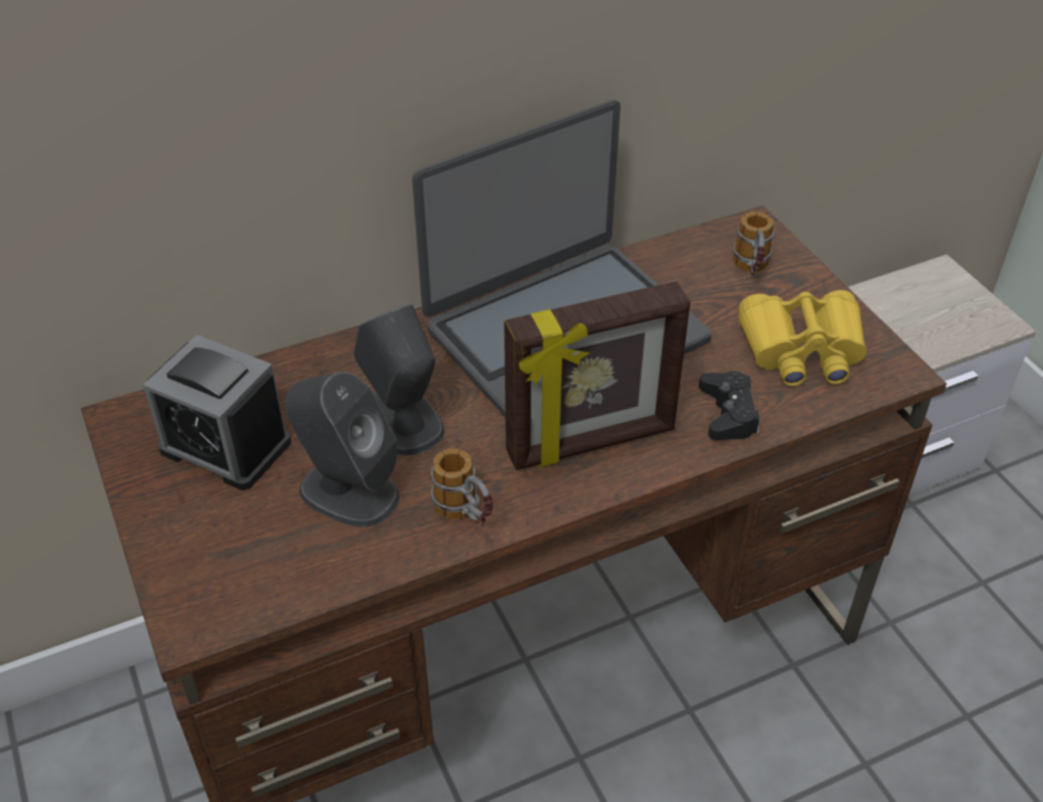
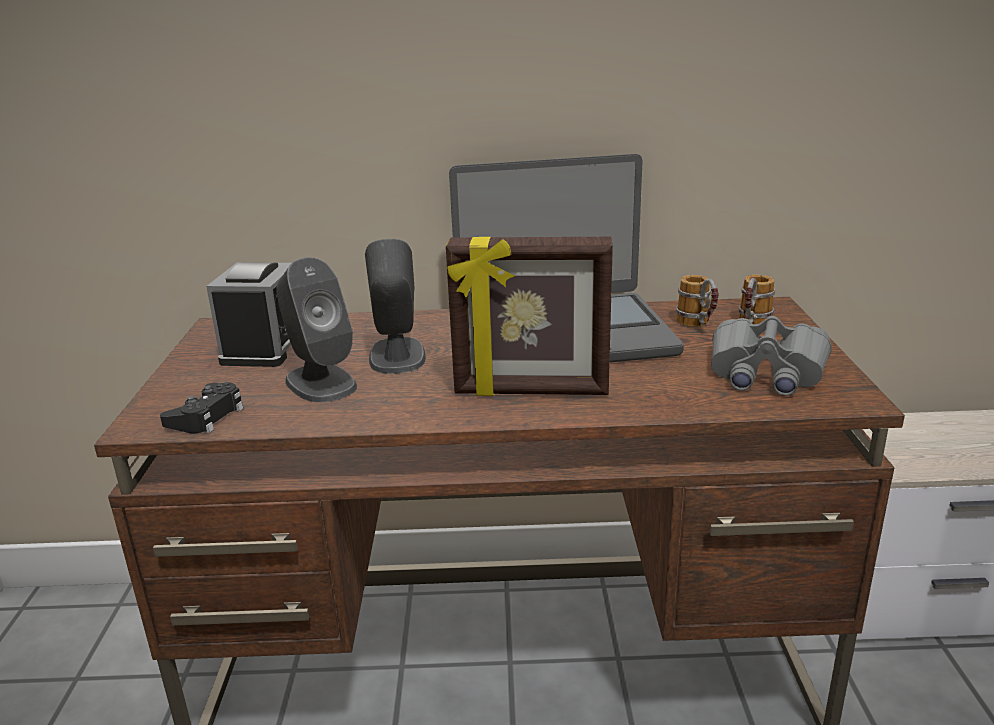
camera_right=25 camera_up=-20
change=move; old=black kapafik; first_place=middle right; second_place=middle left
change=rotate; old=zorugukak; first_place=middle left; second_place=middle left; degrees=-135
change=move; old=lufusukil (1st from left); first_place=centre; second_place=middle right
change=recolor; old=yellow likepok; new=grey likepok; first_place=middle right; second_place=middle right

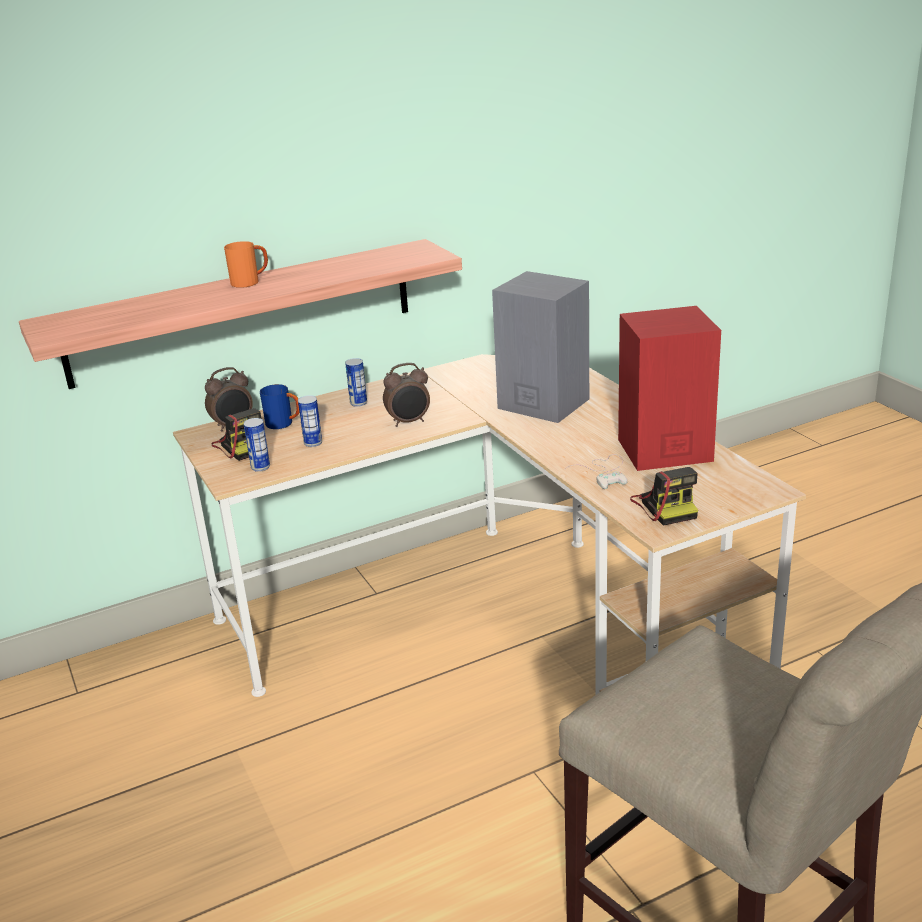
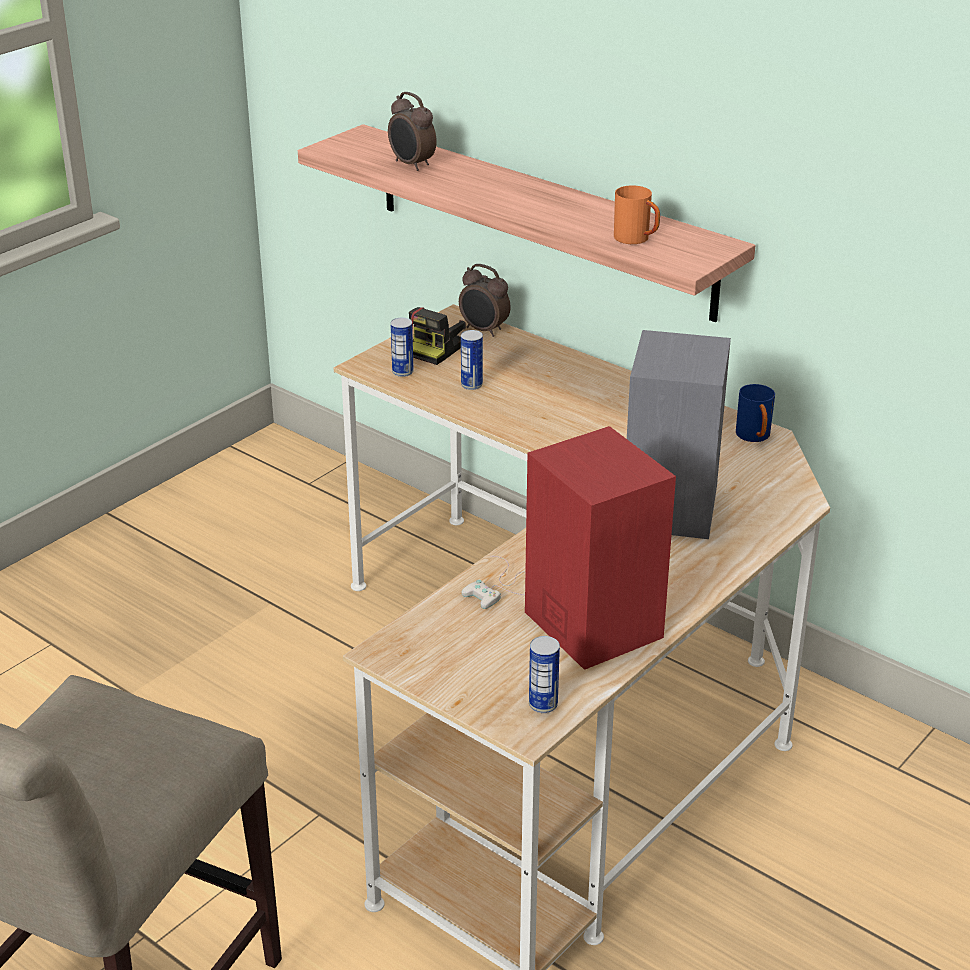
camera_right=65 camera_up=5
change=move; old=zorugukak (2nd from left in the first image); new=zorugukak (1st from left); first_place=centre; second_place=top centre
change=move; old=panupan (3rd from left); first_place=centre; second_place=bottom centre
change=move; old=orange lufusukil; first_place=top left; second_place=top centre
change=move; old=blue lufusukil; first_place=middle left; second_place=middle right
change=delete; old=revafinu (2nd from left); first_place=middle right

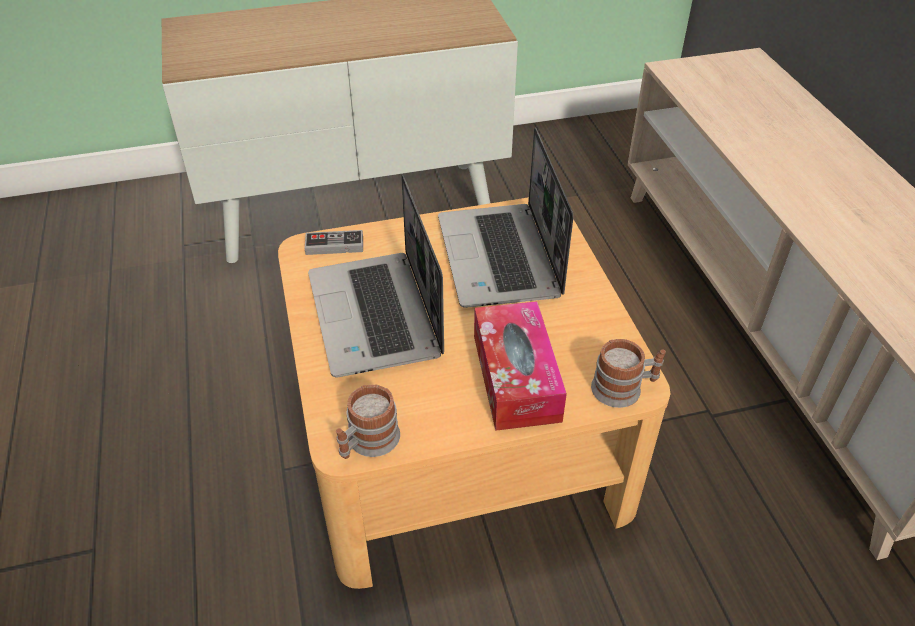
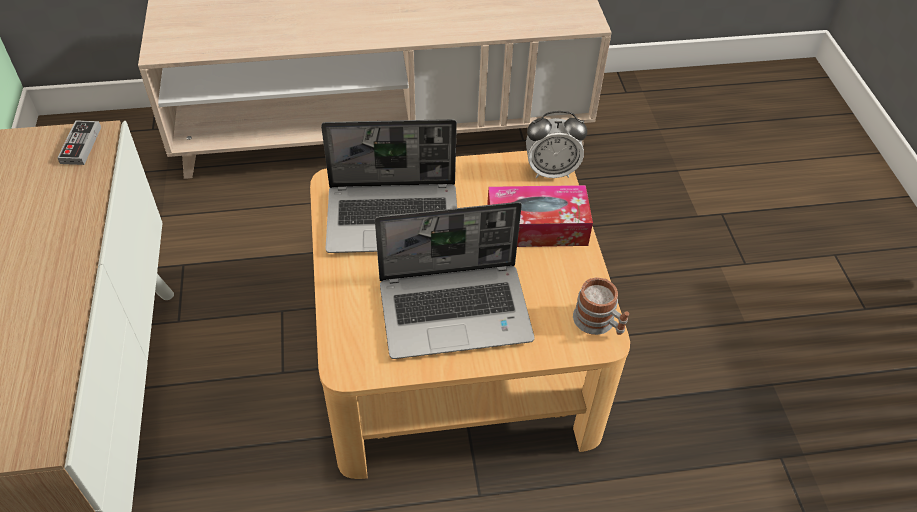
camera_right=-85 camera_up=5
change=move; old=kapafik; first_place=centre; second_place=top left
change=replace; old=lufusukil (2nd from left); new=zorugukak; first_place=middle right; second_place=top centre

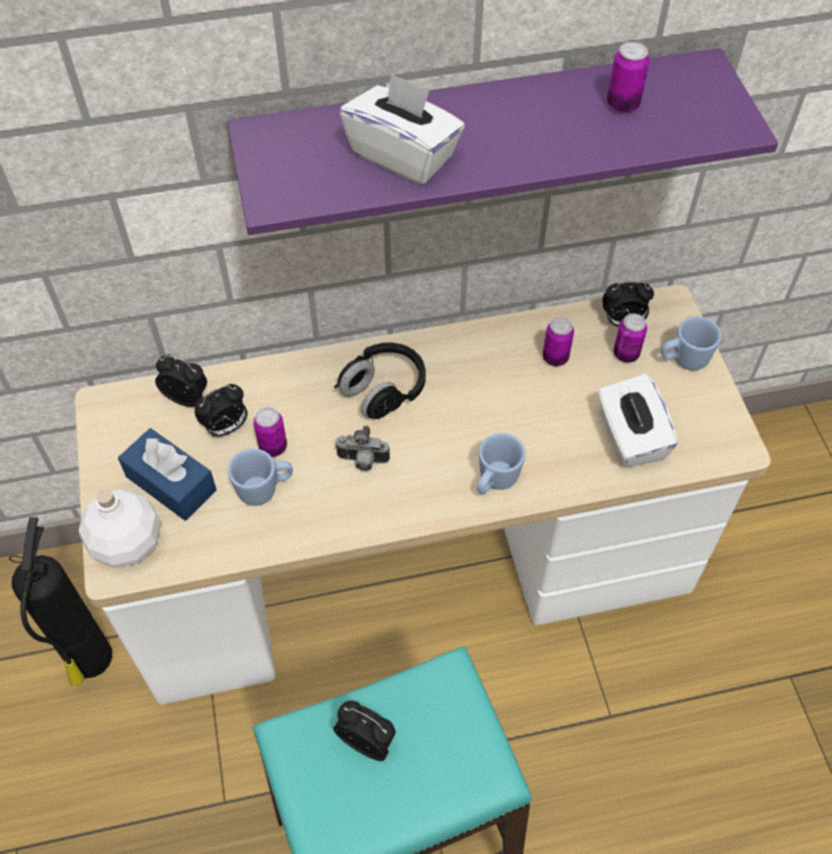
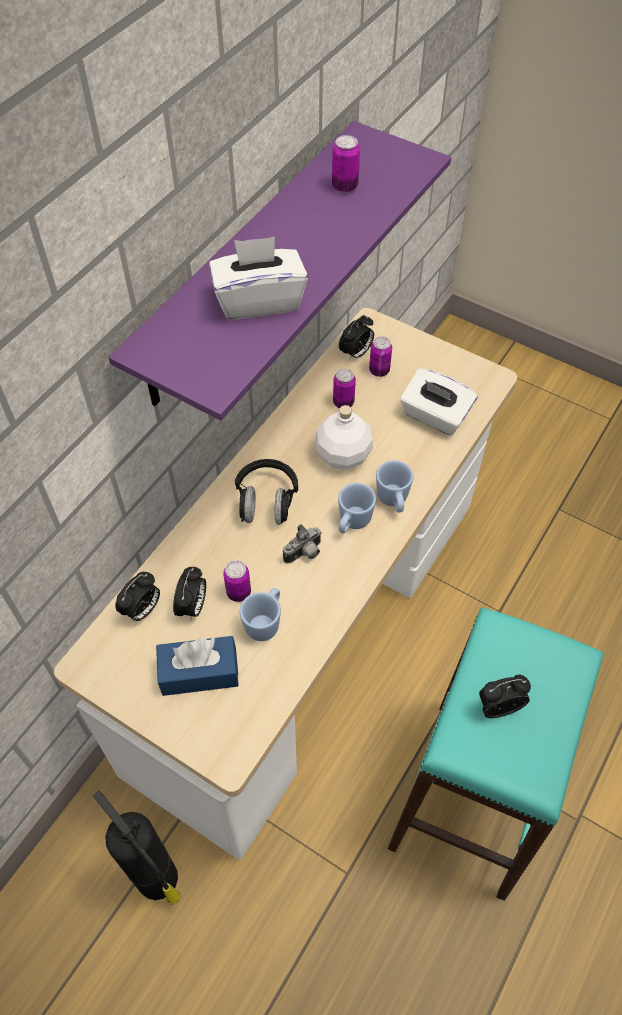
camera_right=-45 camera_up=0
change=rotate; old=zorugukak (1st from left); first_place=middle left; second_place=middle left; degrees=150
change=move; old=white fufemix; first_place=middle left; second_place=centre
change=move; old=blue lufusukil (3rd from left in the first image); new=blue lufusukil (2nd from left); first_place=middle right; second_place=centre

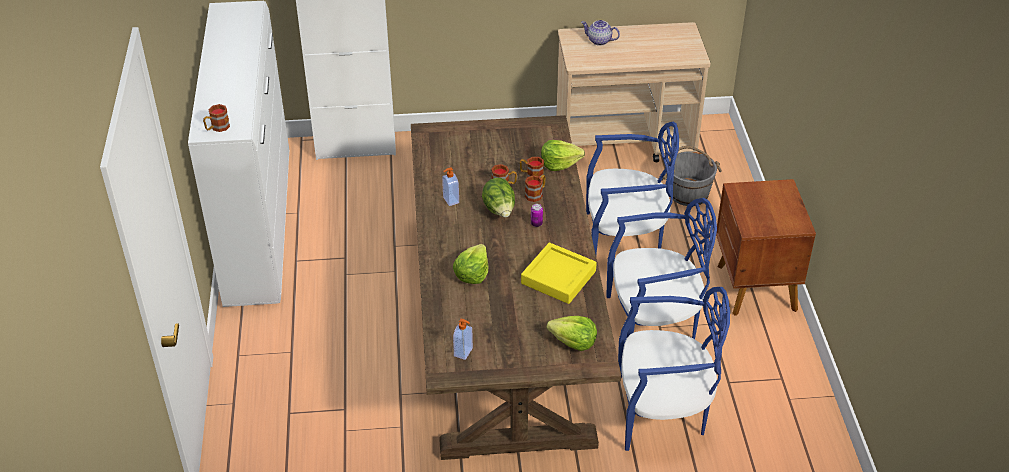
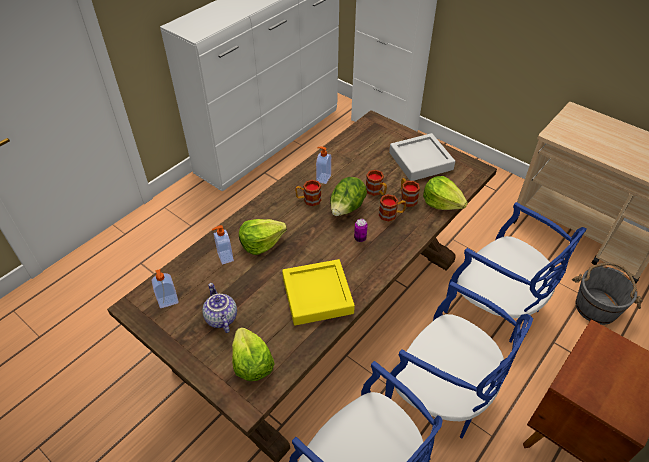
camera_right=45 camera_up=5
change=move; old=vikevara; first_place=top centre; second_place=bottom centre
change=insert; new=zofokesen (2nd from left); second_place=centre
change=move; old=lufusukil (1st from left); first_place=top left; second_place=centre
change=insert; new=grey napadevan; second_place=centre

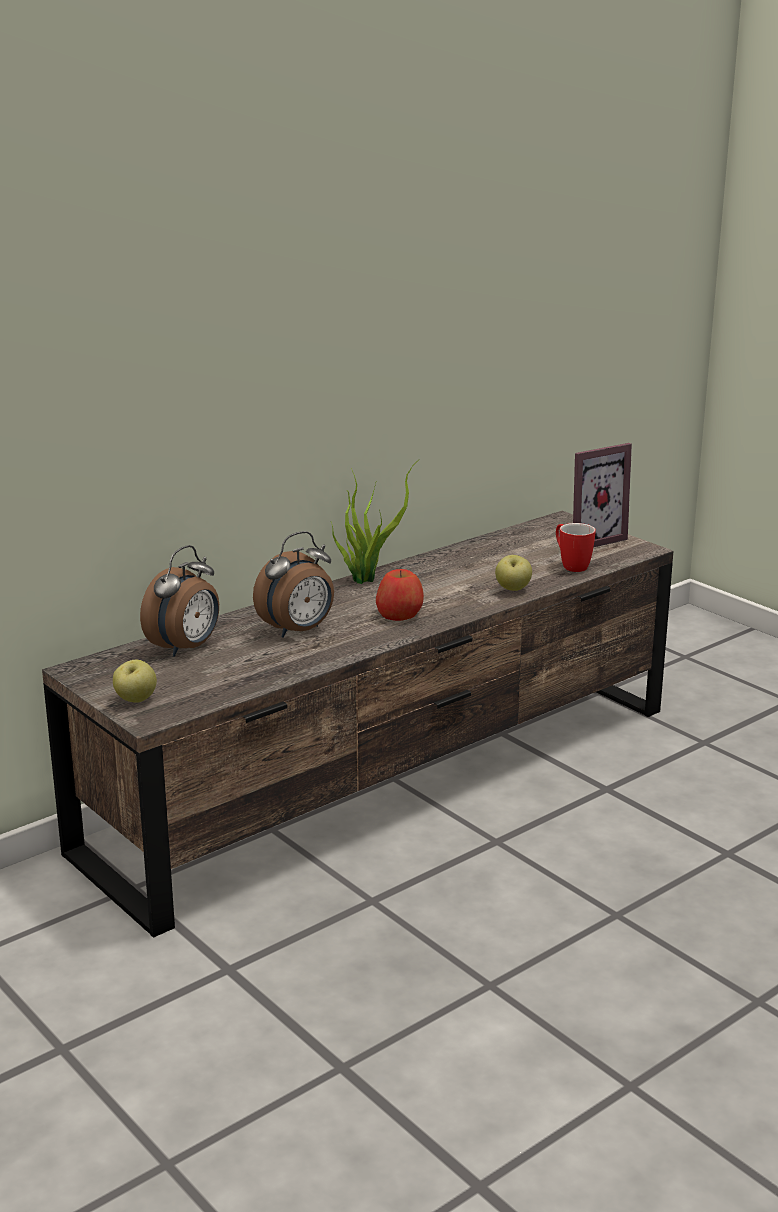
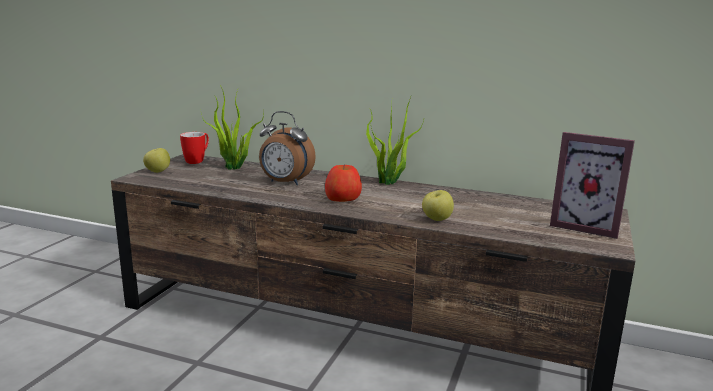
camera_right=60 camera_up=-5
change=move; old=lufusukil; first_place=middle right; second_place=middle left
change=replace; old=zorugukak (1st from left); new=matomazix (1st from left); first_place=middle left; second_place=top left

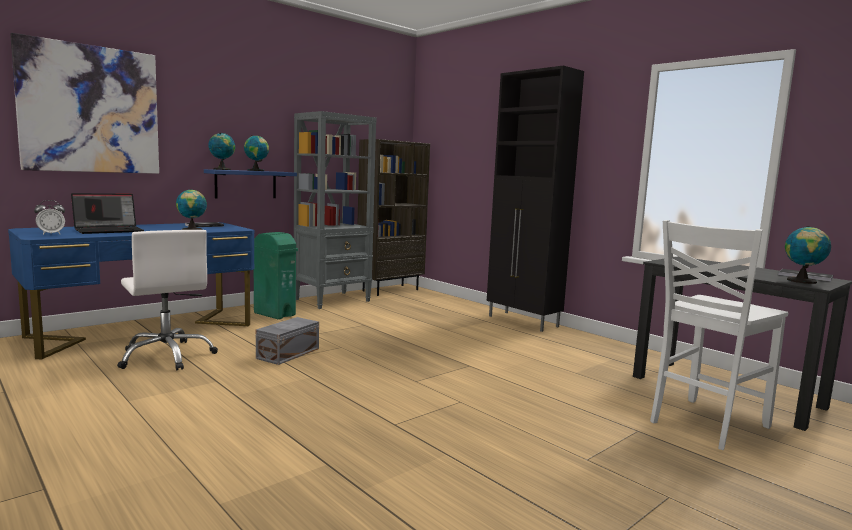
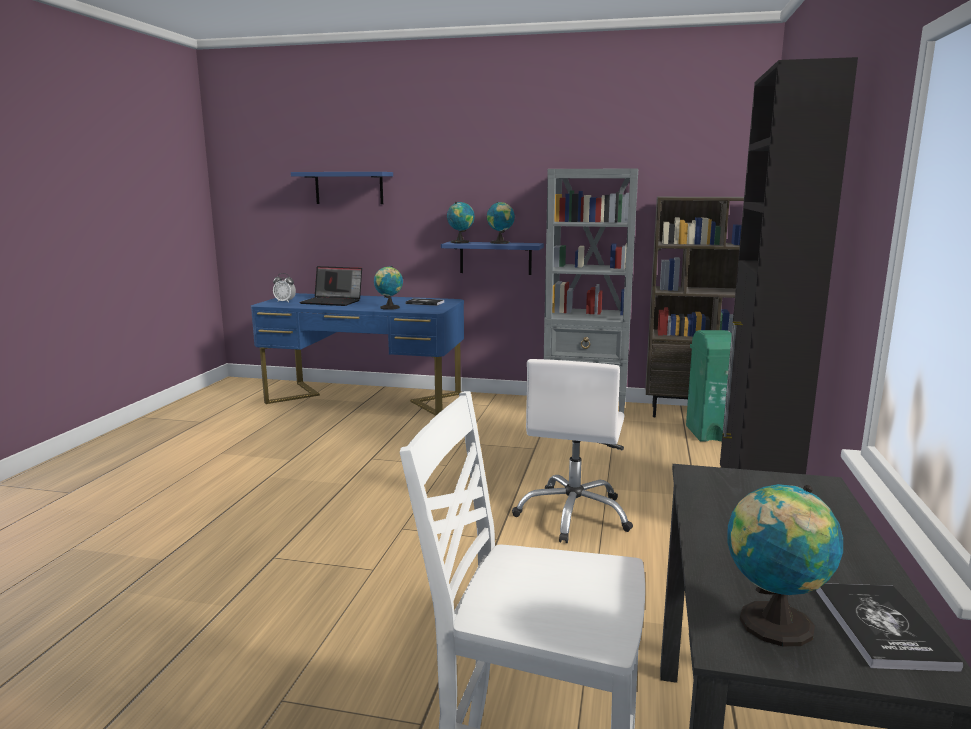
camera_right=55 camera_up=5
change=replace; old=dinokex; new=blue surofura (1st from left); first_place=top left; second_place=top centre
change=move; old=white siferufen; first_place=middle left; second_place=centre
change=move; old=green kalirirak; first_place=middle left; second_place=middle right
change=delete; old=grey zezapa; first_place=centre

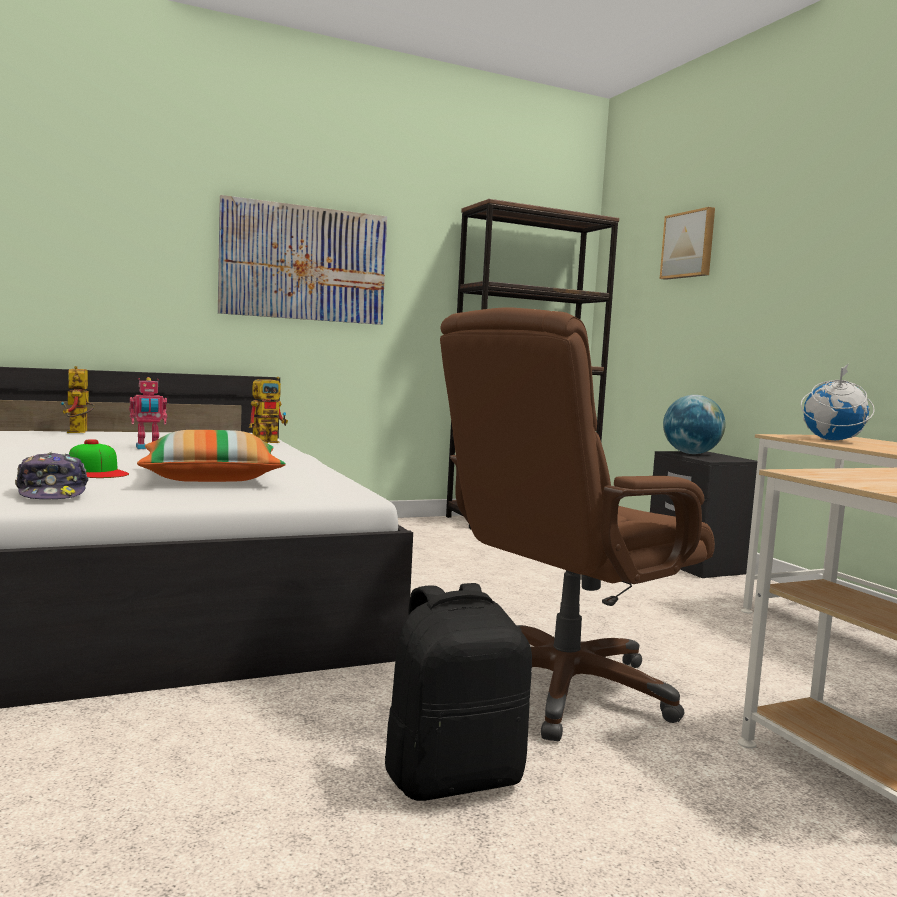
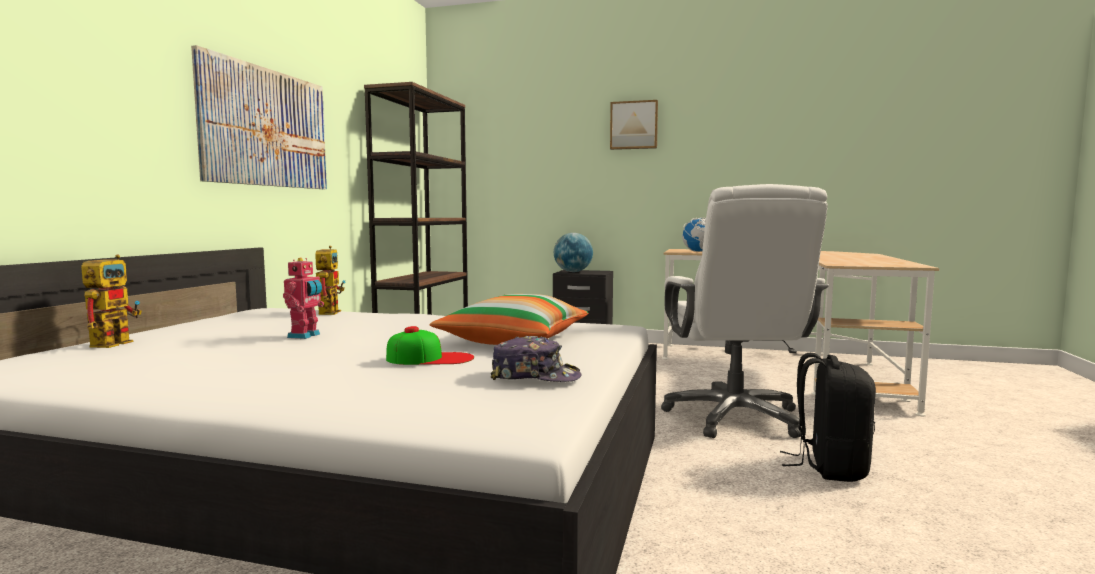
camera_right=-50 camera_up=0
change=rotate; old=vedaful (1st from left); first_place=middle left; second_place=middle left; degrees=-105
change=move; old=dinokex (2nd from left); first_place=top right; second_place=top centre
change=recolor; old=brown siferufen; new=white siferufen; first_place=centre; second_place=middle right

